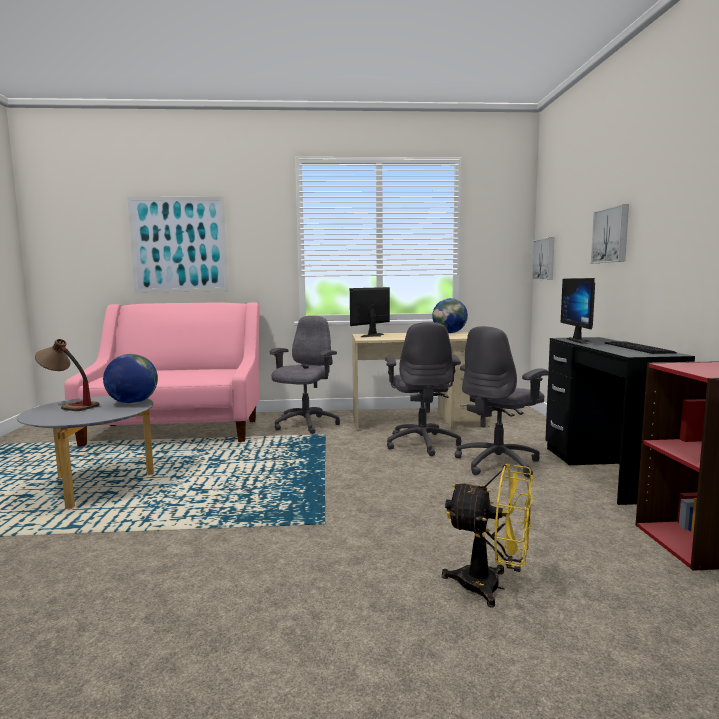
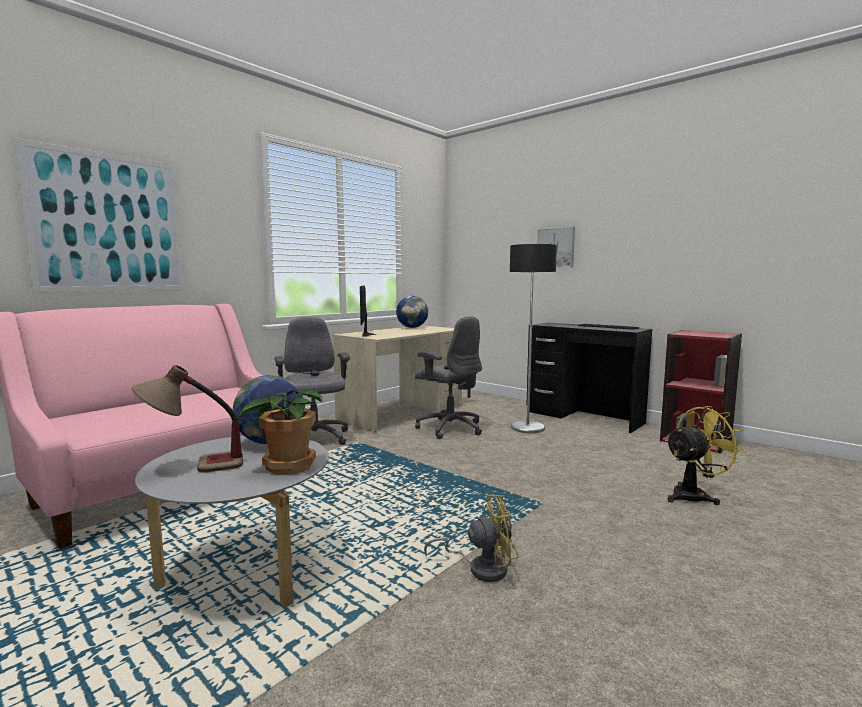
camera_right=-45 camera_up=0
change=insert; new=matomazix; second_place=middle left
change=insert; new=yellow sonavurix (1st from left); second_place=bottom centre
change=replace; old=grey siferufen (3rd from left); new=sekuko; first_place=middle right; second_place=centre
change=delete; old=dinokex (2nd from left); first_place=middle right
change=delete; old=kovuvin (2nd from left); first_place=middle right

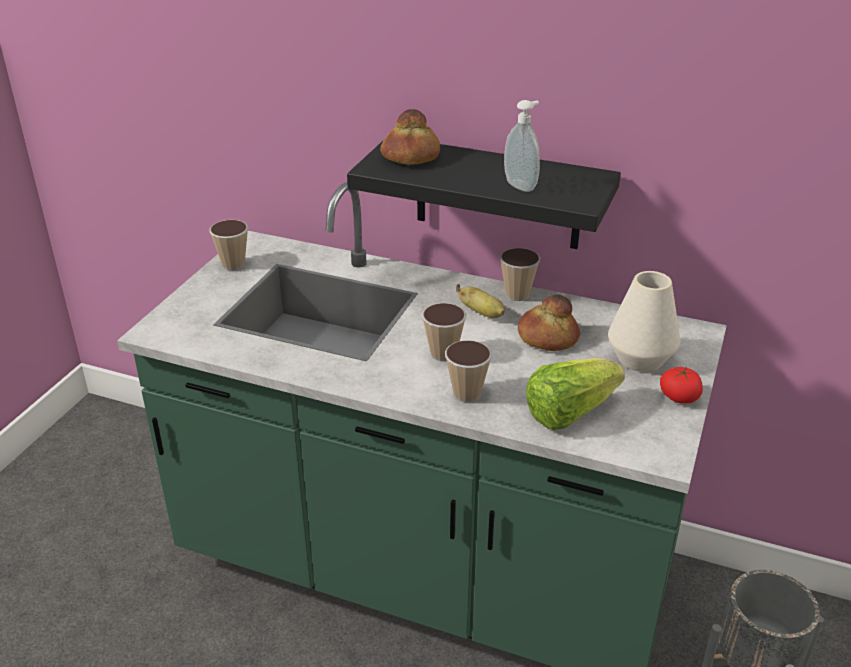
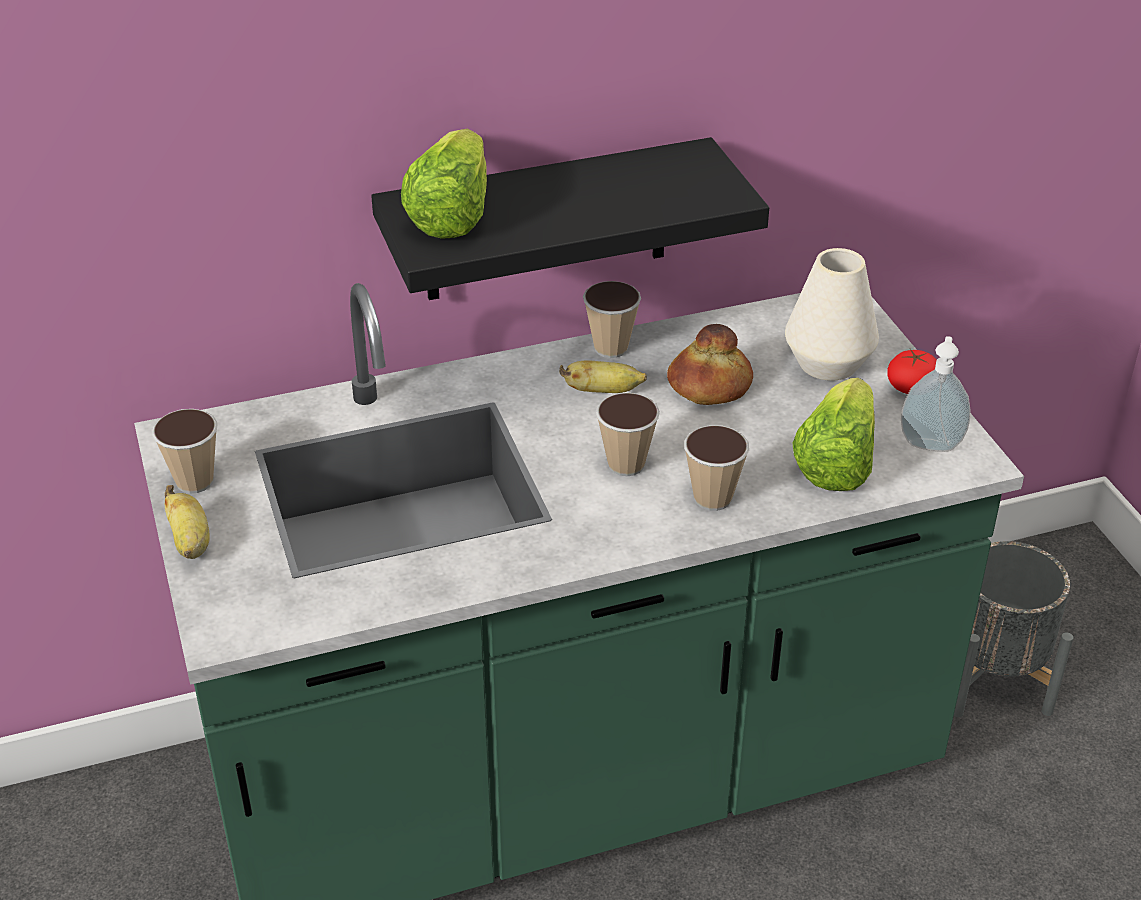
camera_right=-40 camera_up=5
change=insert; new=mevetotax (1st from left); second_place=middle left
change=replace; old=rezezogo (1st from left); new=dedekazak (1st from left); first_place=top centre; second_place=top centre
change=move; old=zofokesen; first_place=top centre; second_place=middle right

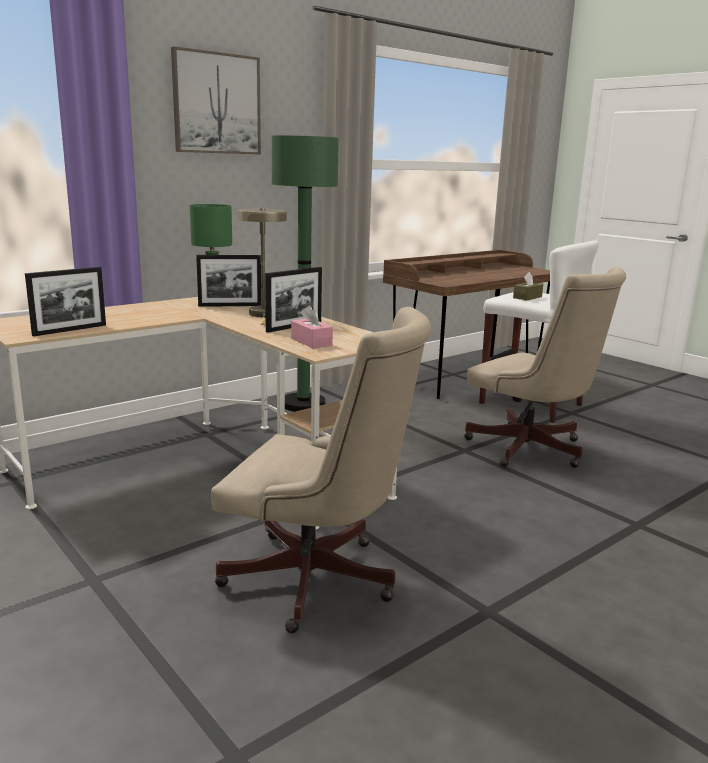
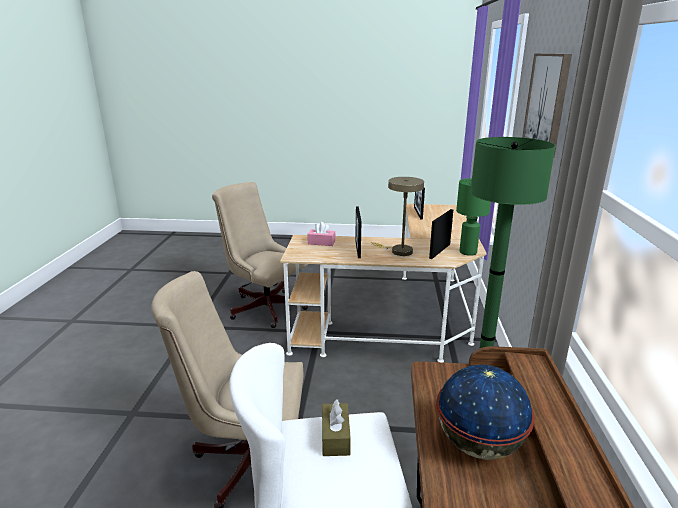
camera_right=135 camera_up=5
change=rotate; old=beige siferufen (1st from left in the first image); first_place=centre; second_place=centre; degrees=60
change=insert; new=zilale; second_place=bottom right

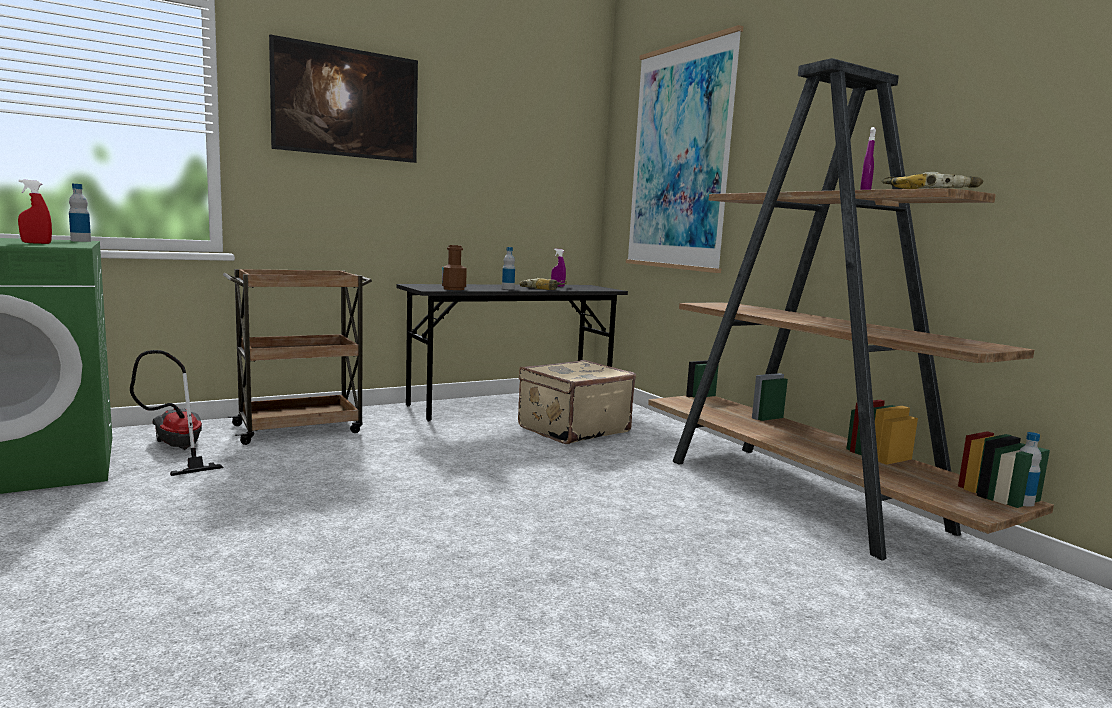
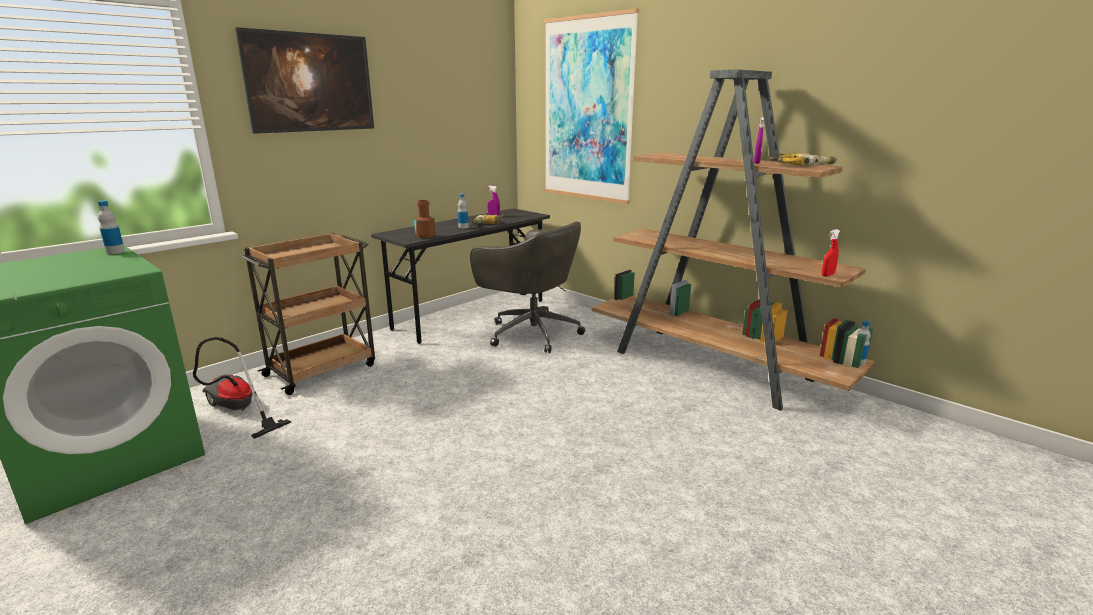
camera_right=-15 camera_up=10
change=replace; old=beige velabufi; new=grey siferufen; first_place=centre; second_place=centre
change=move; old=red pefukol; first_place=top left; second_place=middle right

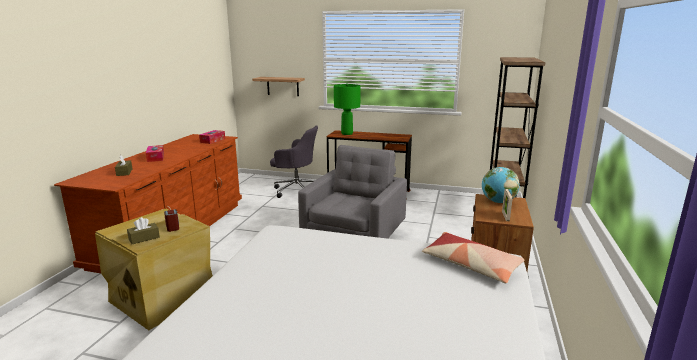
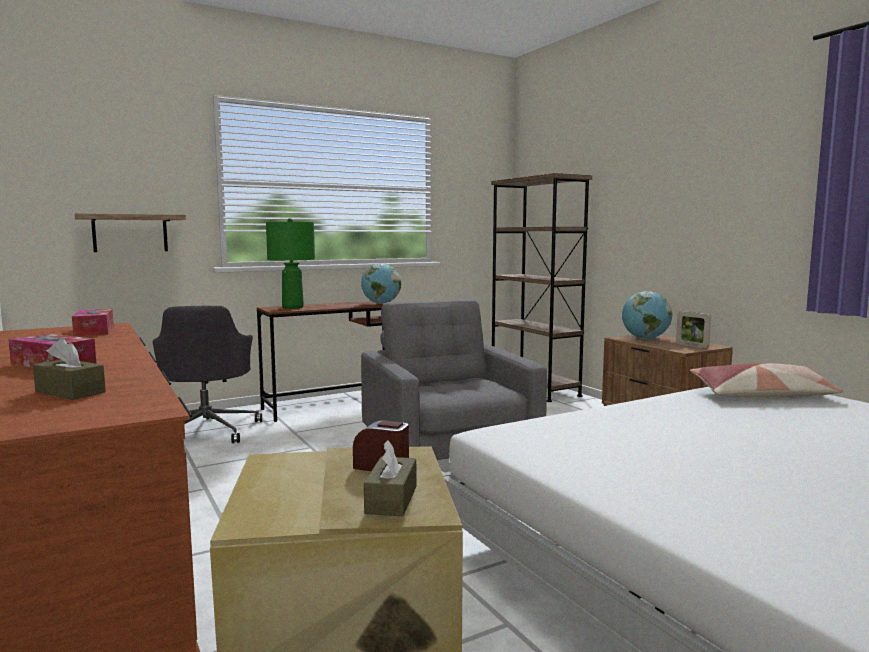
camera_right=-45 camera_up=-10
change=rotate; old=grey siferufen; first_place=centre; second_place=middle left; degrees=105
change=insert; new=zilale (1st from left); second_place=centre

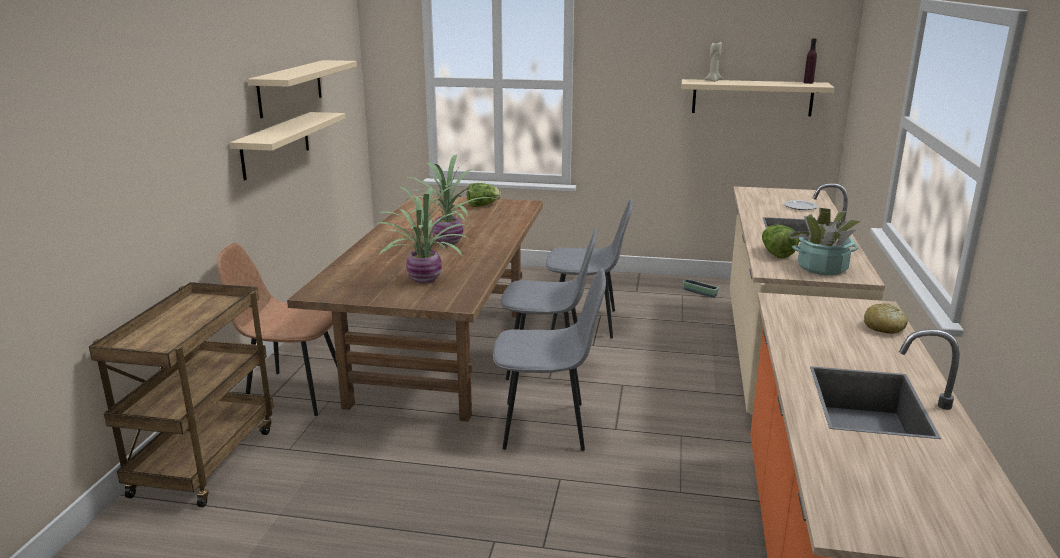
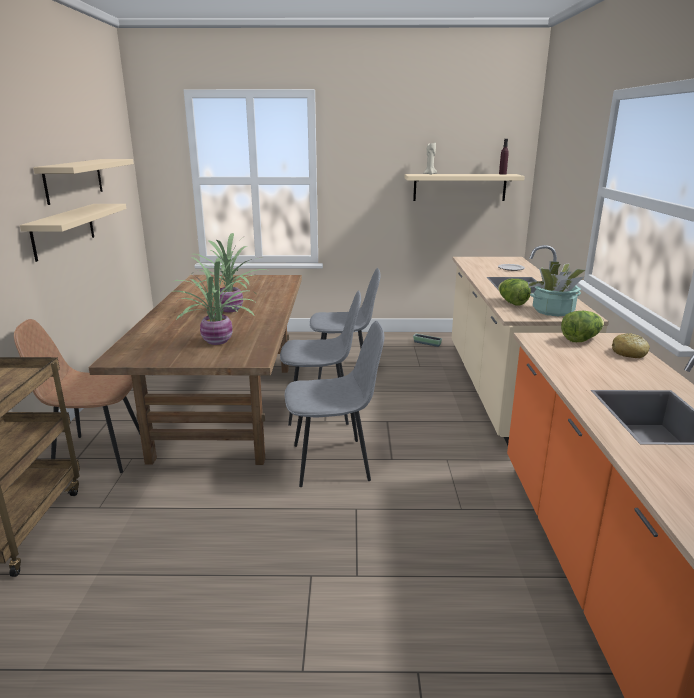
camera_right=-10 camera_up=0
change=move; old=dedekazak (1st from left in the first image); new=dedekazak (2nd from left); first_place=centre; second_place=middle right

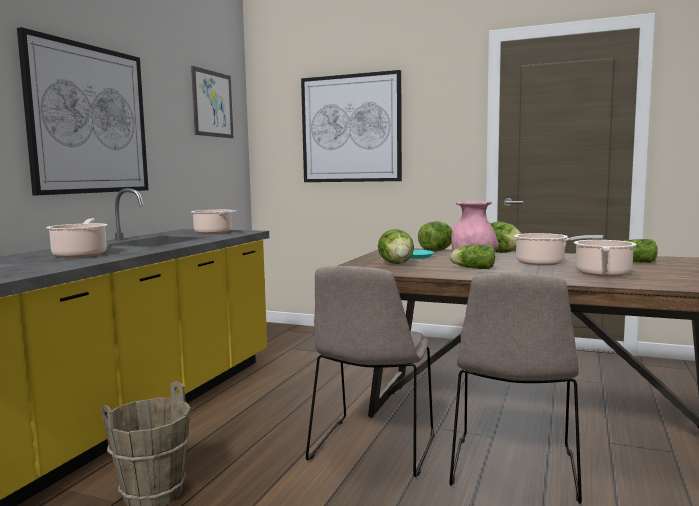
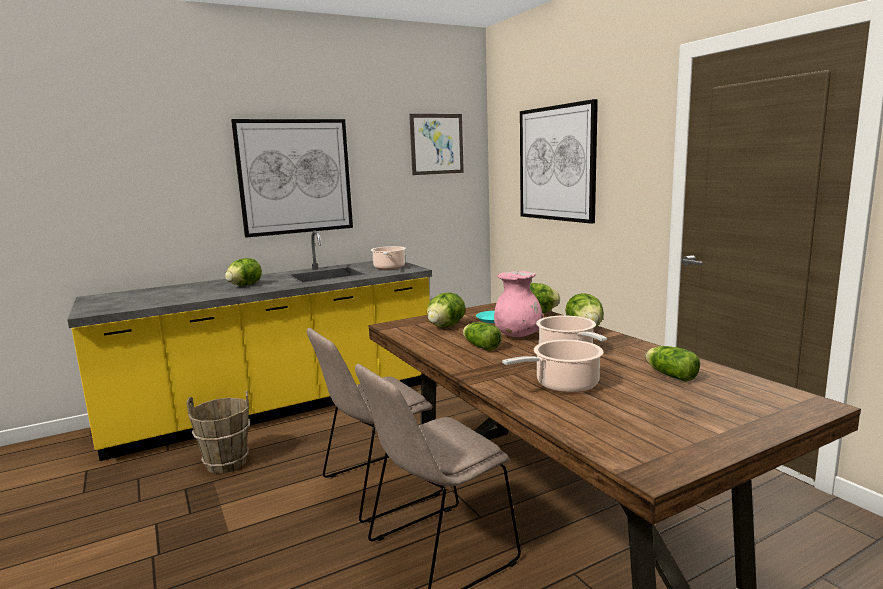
camera_right=40 camera_up=5
change=replace; old=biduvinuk (1st from left); new=dedekazak (1st from left); first_place=middle left; second_place=middle left

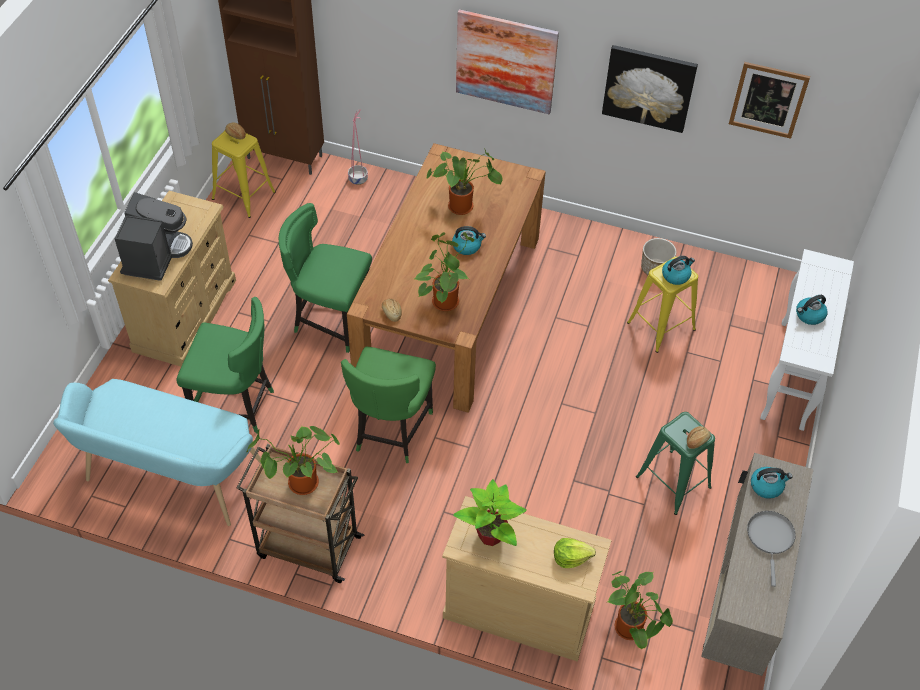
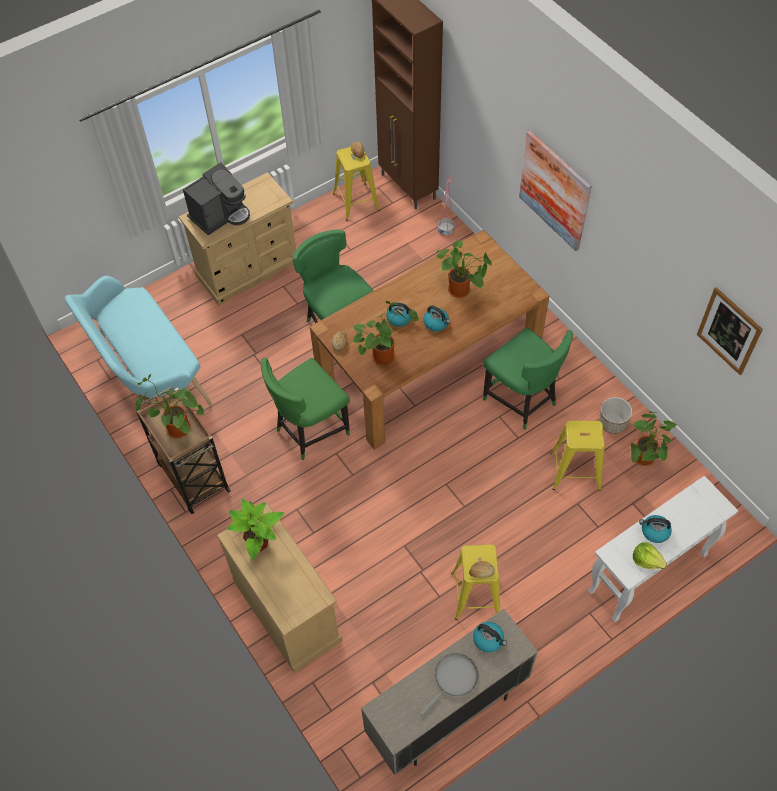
camera_right=40 camera_up=5
change=move; old=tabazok (2nd from left in the first image); new=tabazok (1st from left); first_place=middle right; second_place=centre
change=recolor; old=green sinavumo; new=yellow sinavumo (2nd from left); first_place=bottom right; second_place=bottom centre
change=move; old=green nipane (1st from left in the first image); new=green nipane (3rd from left); first_place=middle left; second_place=middle right
change=move; old=matomazix (5th from left); first_place=bottom right; second_place=middle right
change=move; old=dedekazak; first_place=bottom centre; second_place=bottom right
change=delete; old=dinokex (2nd from left); first_place=top right

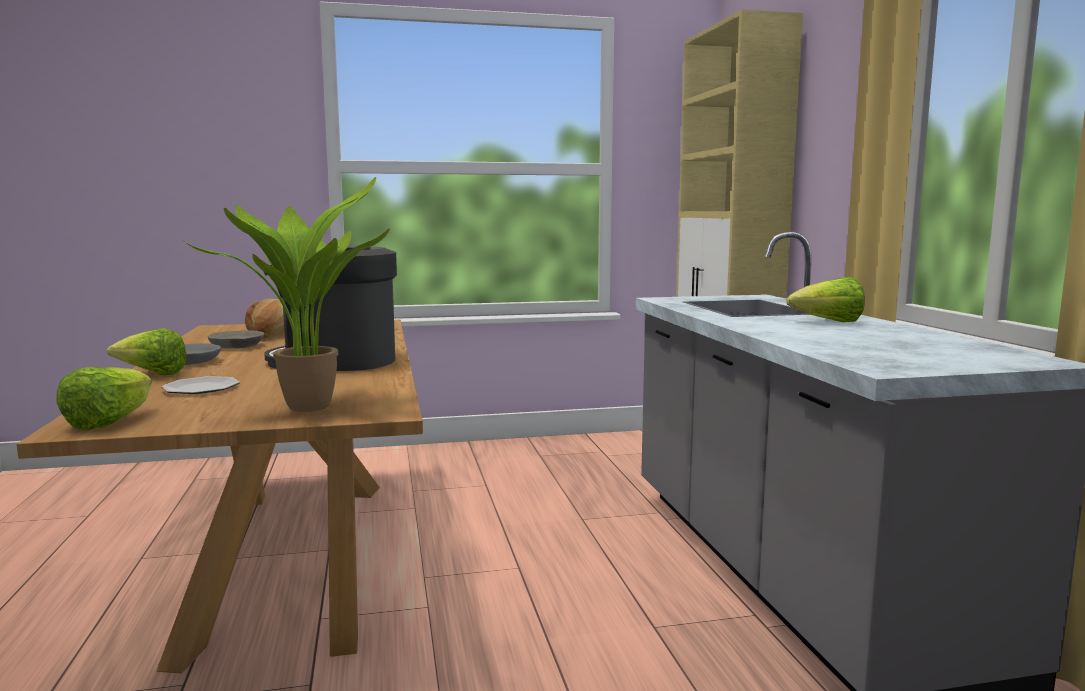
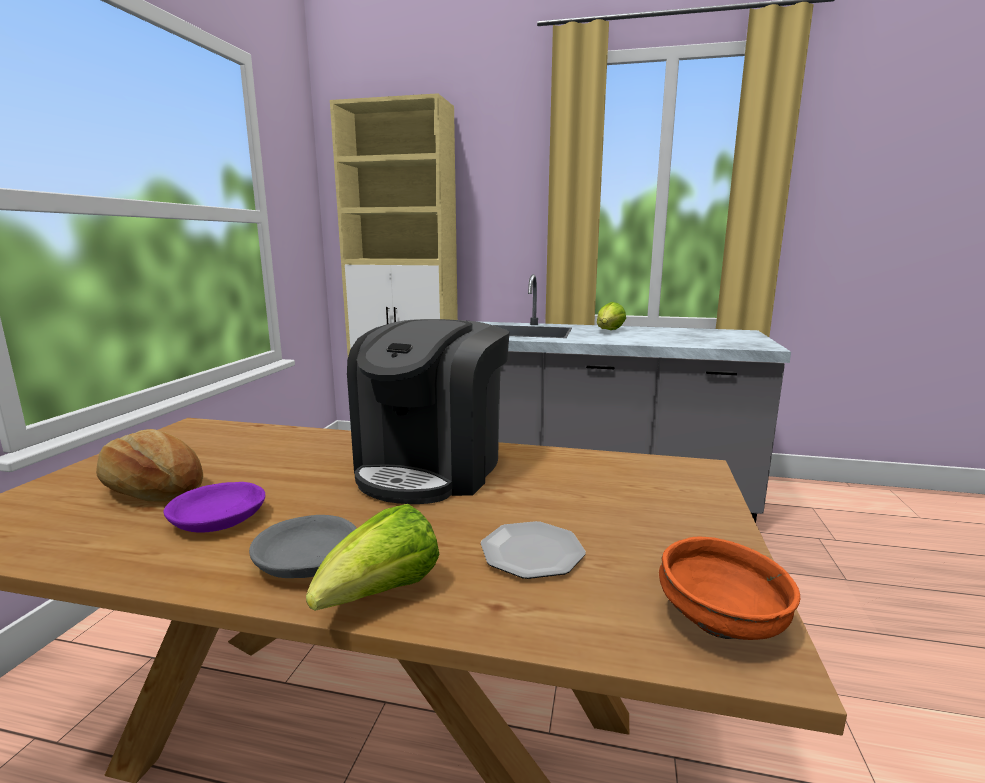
camera_right=-65 camera_up=5
change=recolor; old=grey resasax (2nd from left); new=purple resasax; first_place=middle left; second_place=middle left
change=replace; old=dedekazak (1st from left); new=orange resasax; first_place=middle left; second_place=bottom right
change=delete; old=matomazix; first_place=middle left

